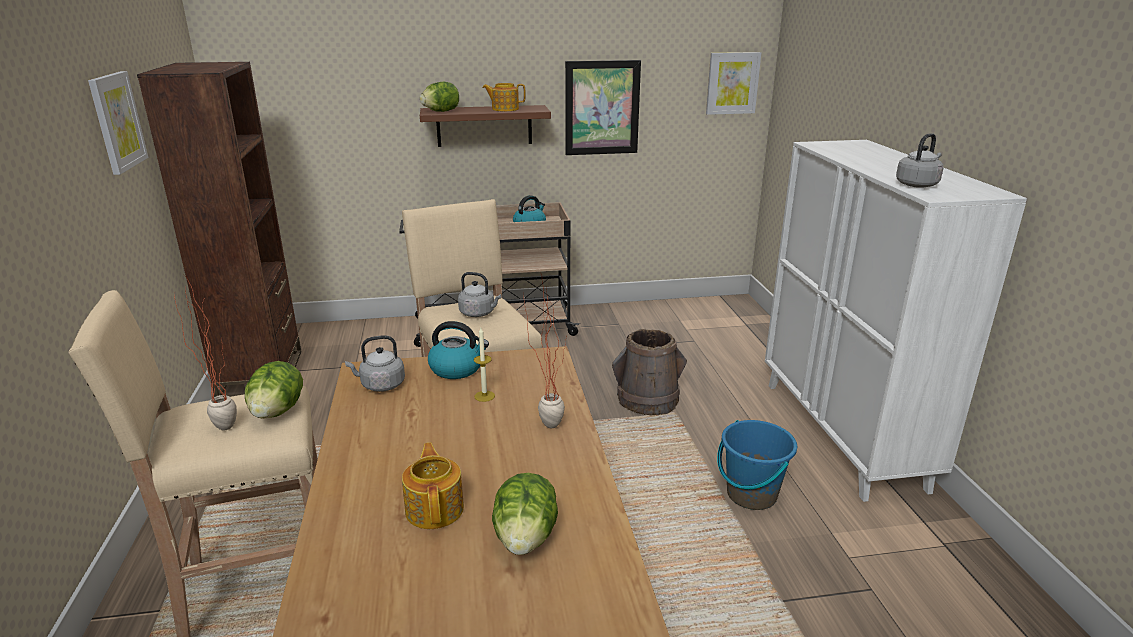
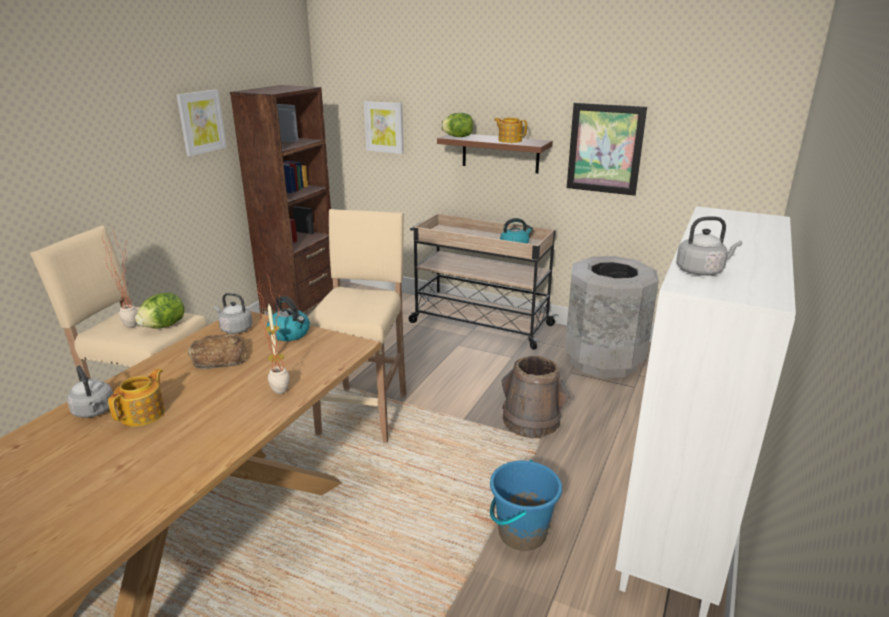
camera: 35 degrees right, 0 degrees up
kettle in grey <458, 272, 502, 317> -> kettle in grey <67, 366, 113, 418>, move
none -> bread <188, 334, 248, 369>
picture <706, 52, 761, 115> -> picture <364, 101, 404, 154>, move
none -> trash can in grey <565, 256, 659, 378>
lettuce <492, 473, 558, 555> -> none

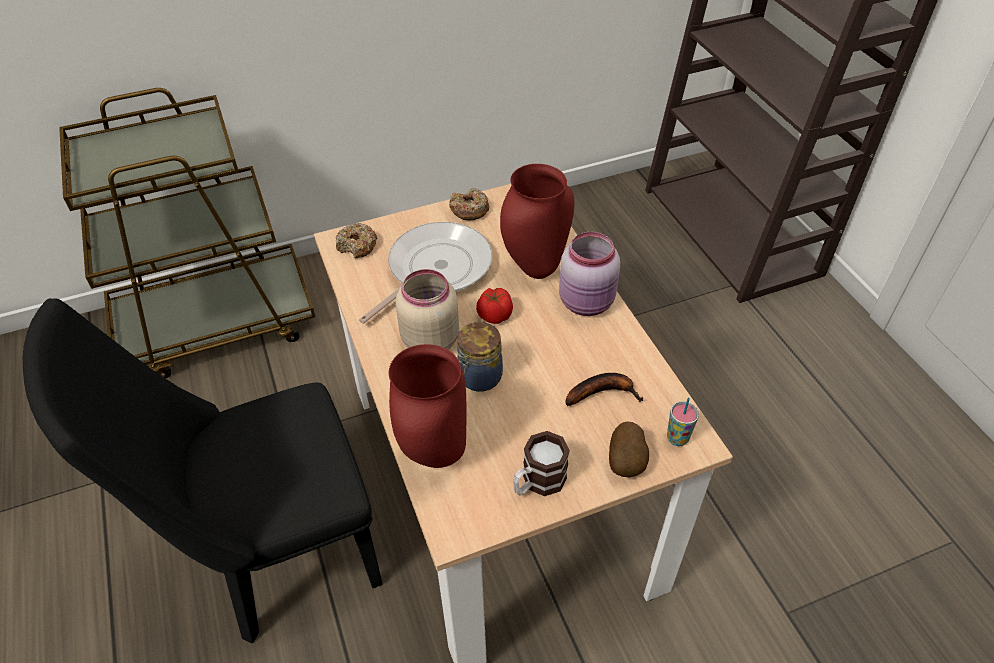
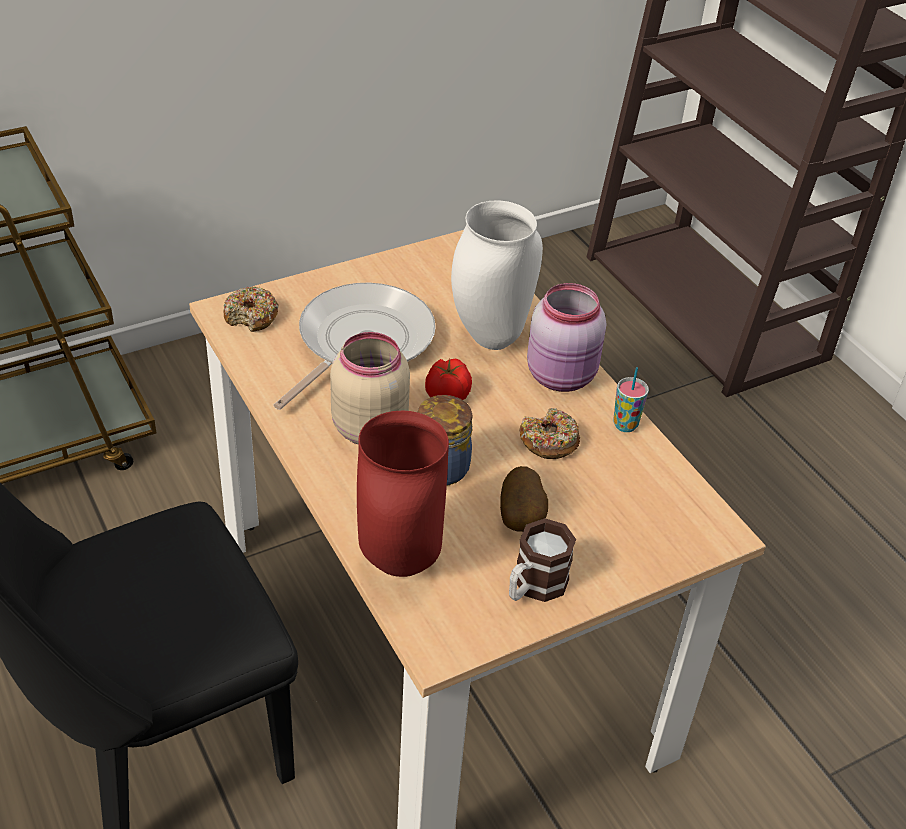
camera: 10 degrees left, 5 degrees down
vase in red <500, 164, 574, 279> -> vase in white <451, 200, 543, 350>
potato <609, 421, 649, 477> -> potato <500, 466, 548, 532>, move
donut <449, 188, 490, 220> -> donut <519, 408, 580, 459>, move
cup <667, 398, 699, 446> -> cup <613, 367, 649, 432>, move
banana <565, 373, 644, 406> -> none

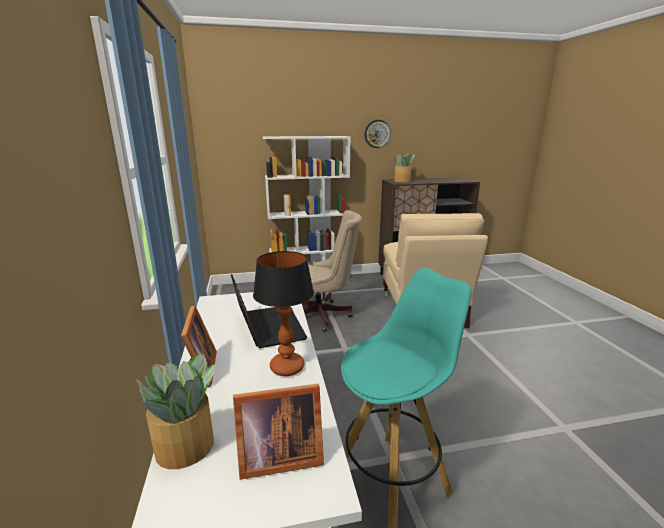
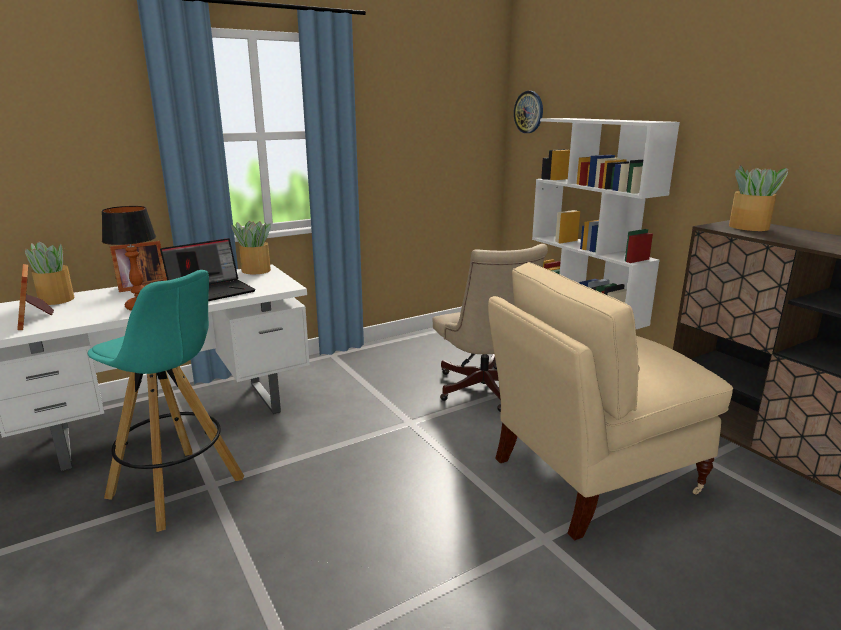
camera: 70 degrees right, 0 degrees up
none -> potted plant <231, 221, 271, 274>
wall clock <364, 120, 391, 148> -> wall clock <514, 91, 543, 133>, move

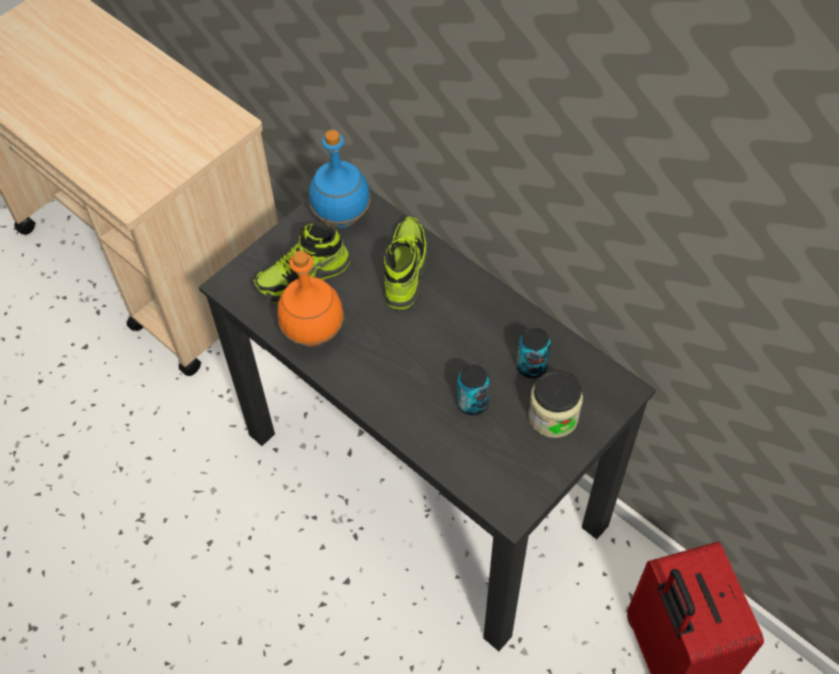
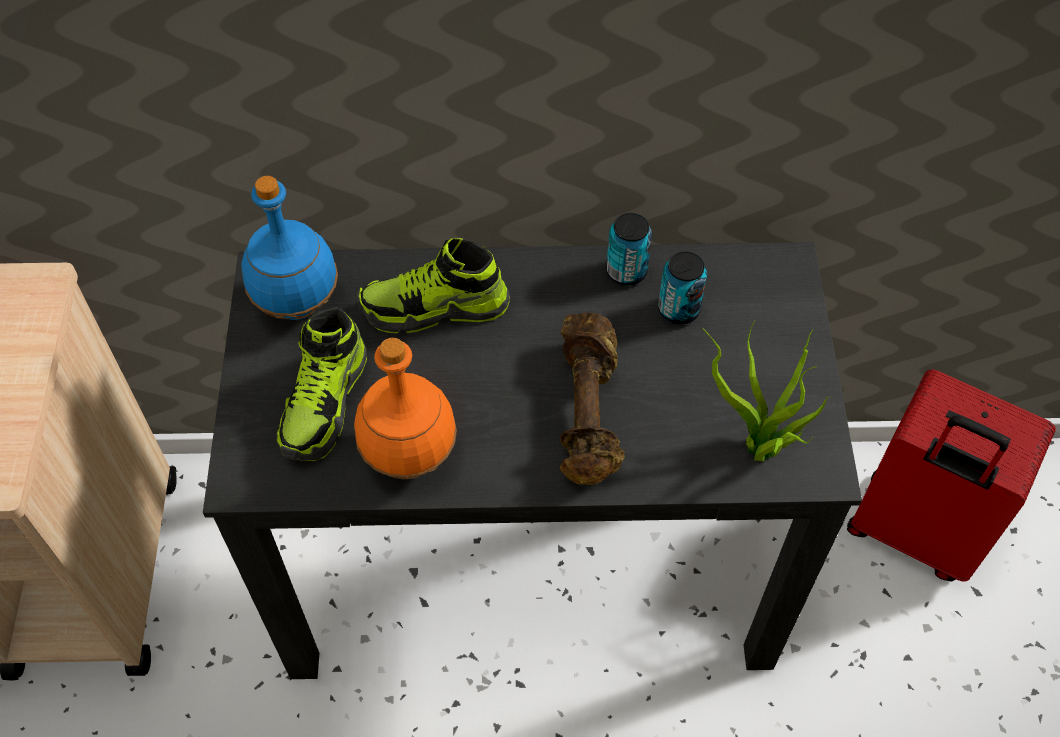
camera: 45 degrees left, 0 degrees up
shoe <384, 217, 428, 309> -> shoe <356, 238, 510, 333>, 60 degrees counterclockwise
none -> dumbbell in brown <560, 313, 625, 485>
can <457, 365, 490, 416> -> can <606, 213, 652, 286>, move
none -> potted plant <702, 321, 832, 462>
jar <528, 370, 583, 438> -> none

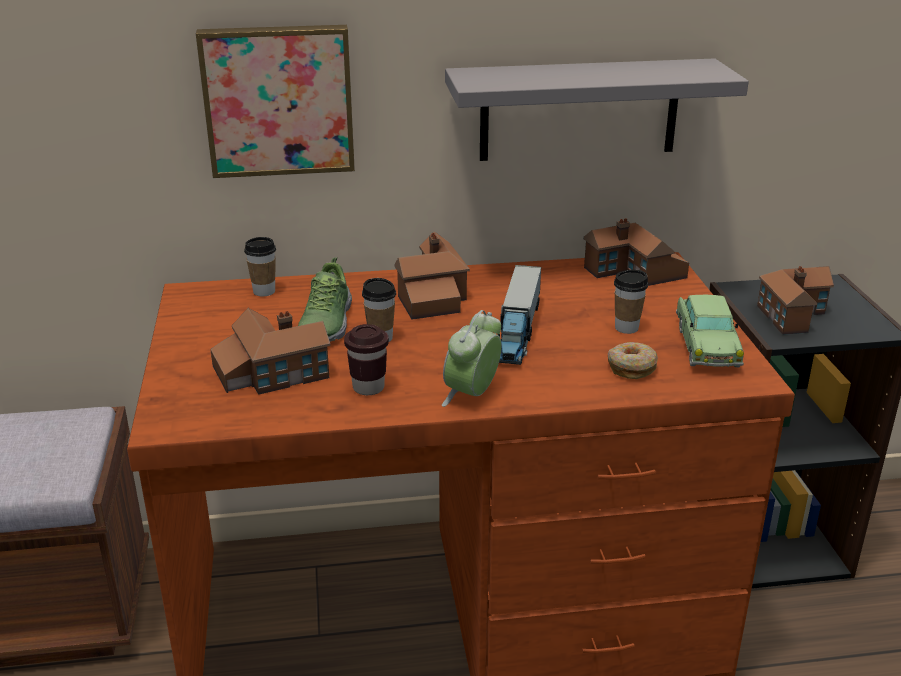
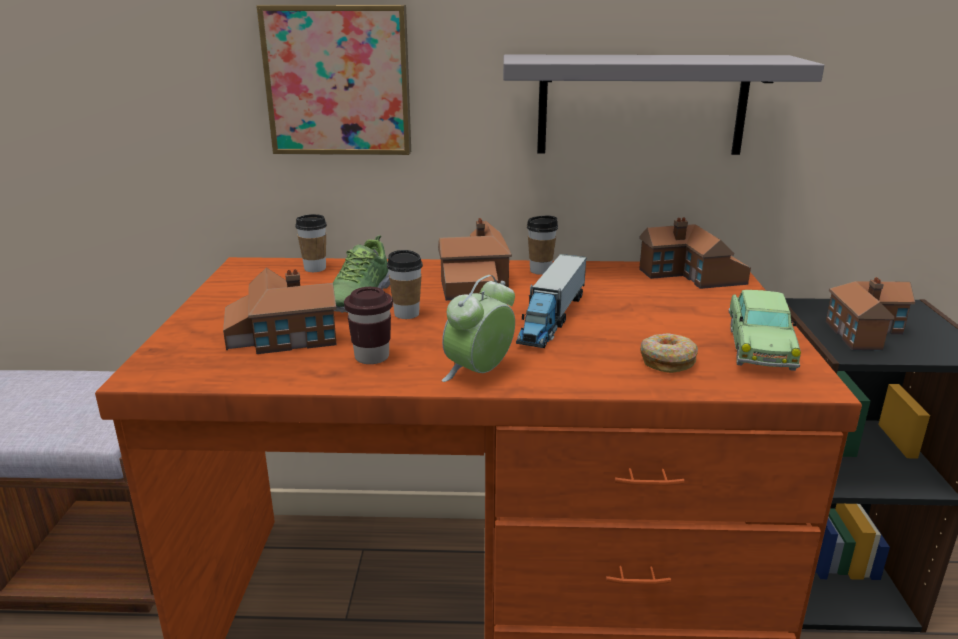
camera: 10 degrees right, 5 degrees down
cup <614, 270, 648, 334> -> cup <527, 216, 558, 275>, move

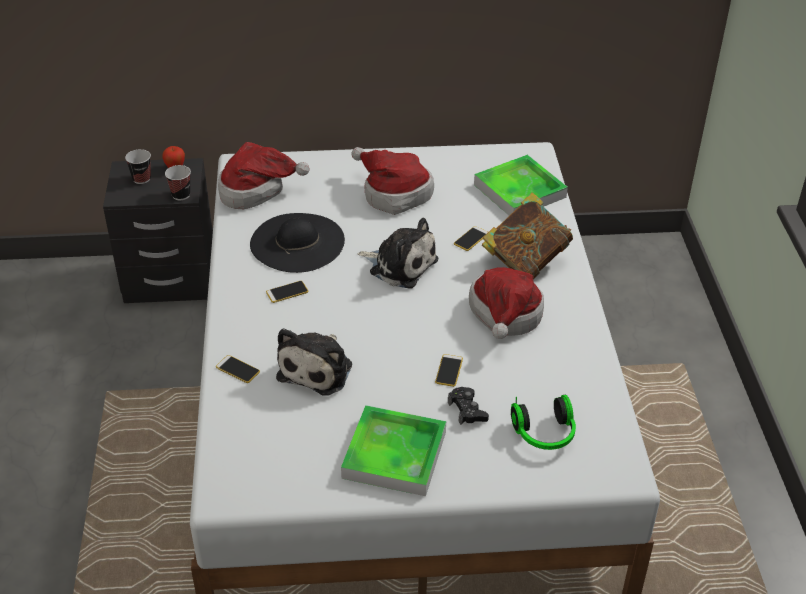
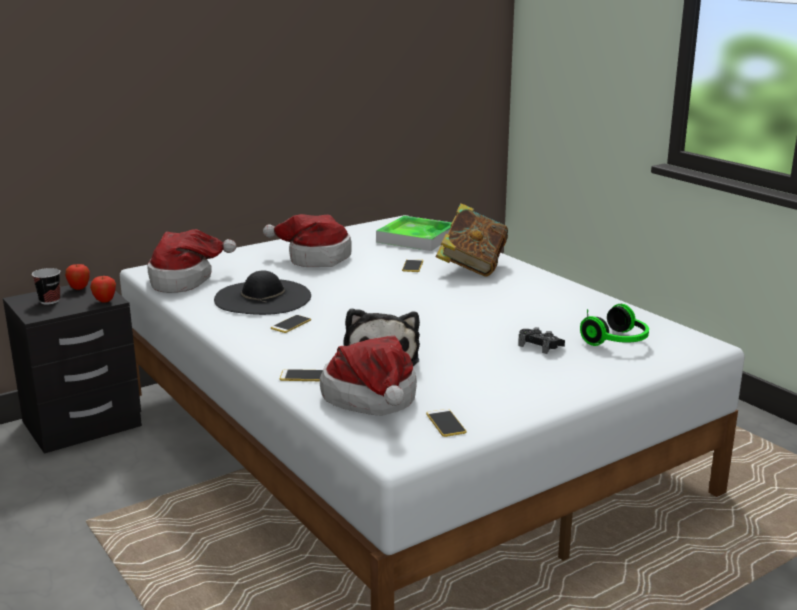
camera: 30 degrees left, 20 degrees down
cup <165, 165, 191, 200> -> apple <90, 276, 116, 303>
hat <469, 267, 544, 339> -> hat <320, 336, 417, 416>, move
phone <435, 354, 463, 387> -> phone <426, 409, 466, 437>, move
tray <341, 405, 446, 496> -> none
plush toy <357, 218, 438, 289> -> none

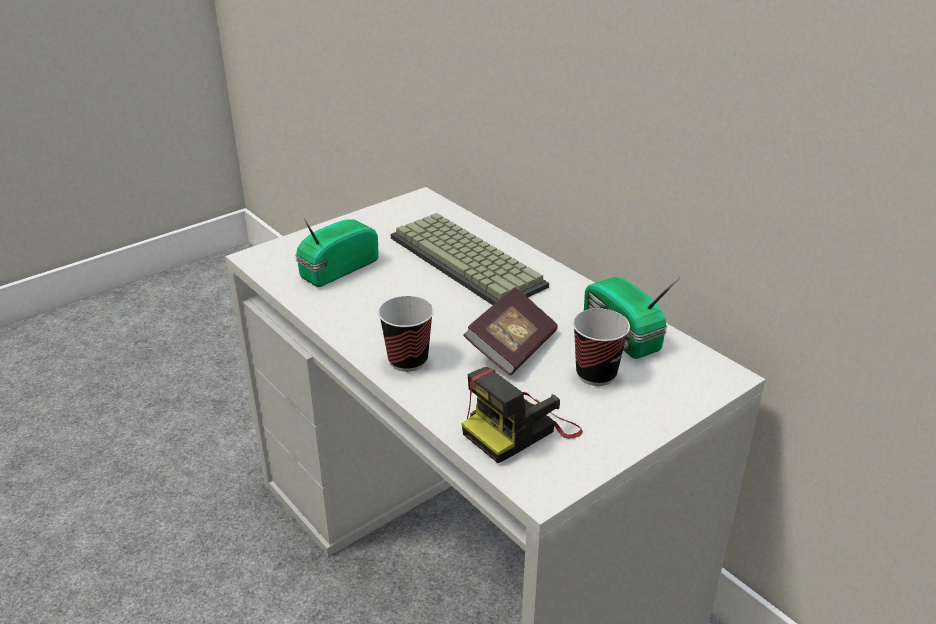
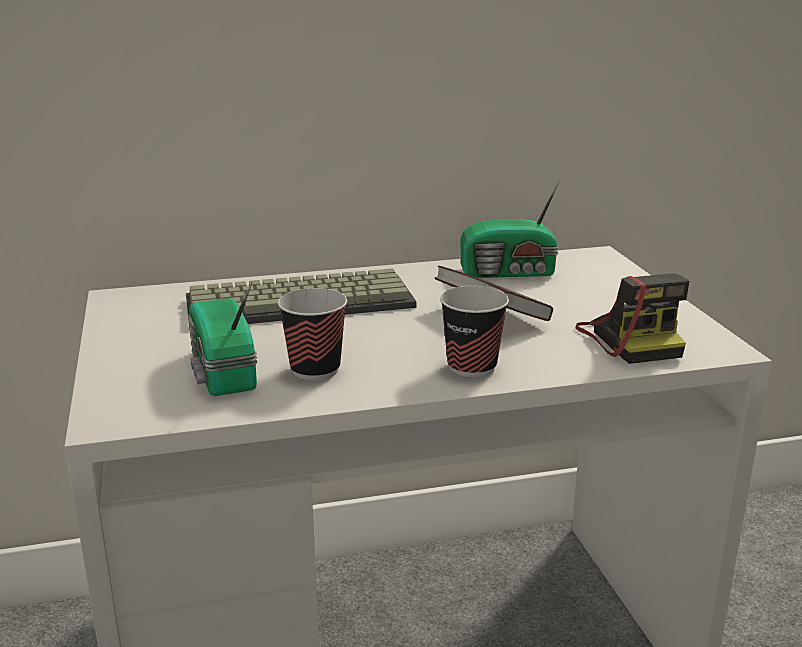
camera: 65 degrees left, 10 degrees down
cup <573, 308, 630, 386> -> cup <278, 288, 347, 381>, move

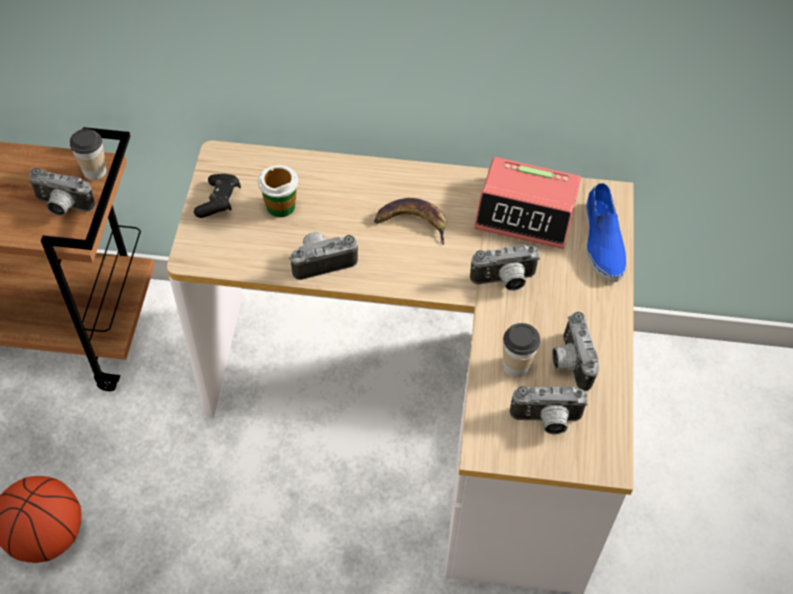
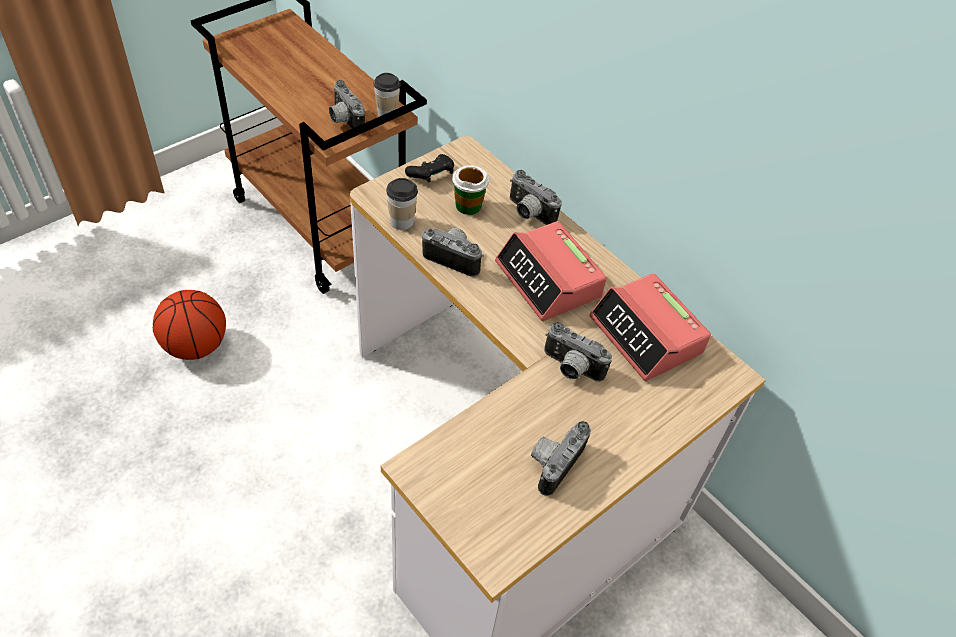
camera: 40 degrees right, 5 degrees down
cup <503, 323, 540, 377> -> cup <386, 178, 418, 230>, move
banana <374, 198, 446, 245> -> alarm clock <495, 221, 607, 321>
photo camera <509, 386, 588, 435> -> photo camera <510, 170, 562, 225>, move
shoe in blue <585, 183, 626, 282> -> none

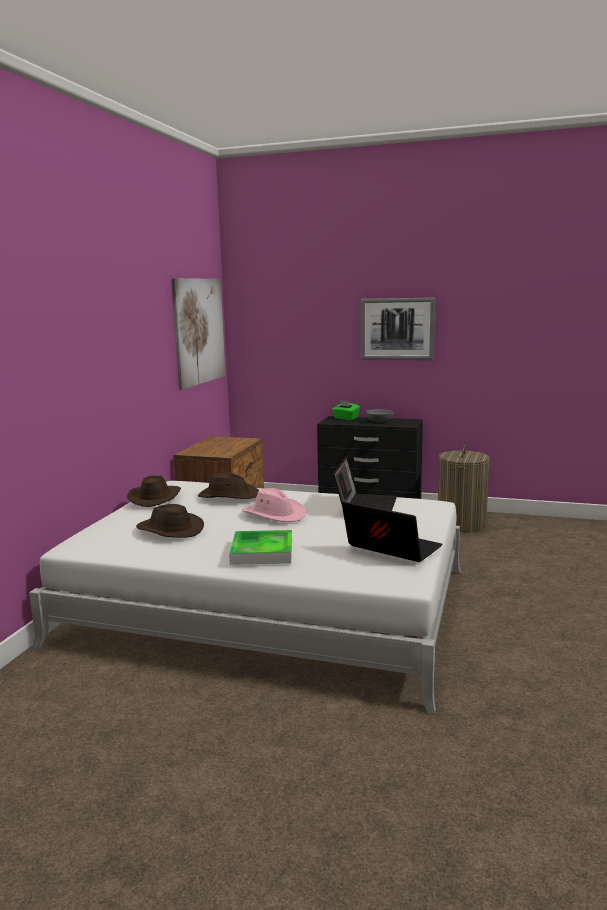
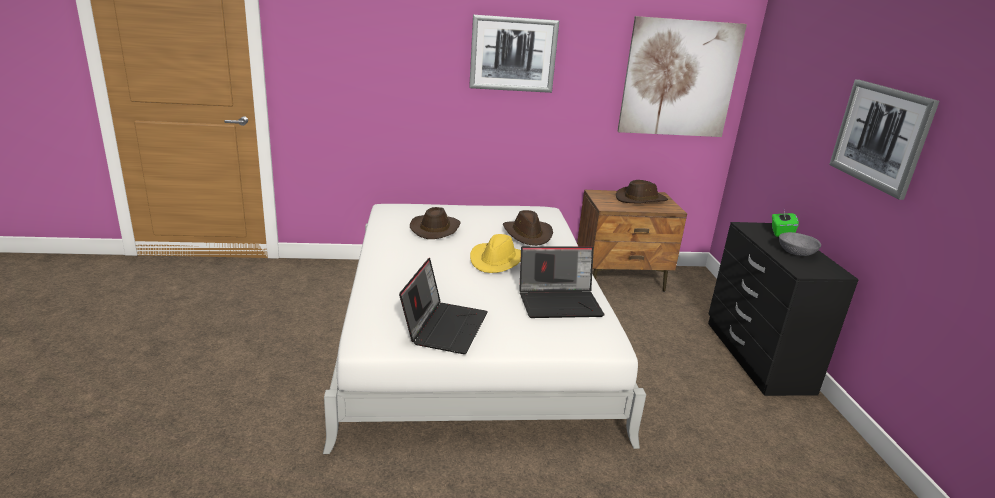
camera: 65 degrees right, 10 degrees up
none -> picture <469, 15, 559, 93>
hat in pink <242, 488, 306, 522> -> hat in yellow <470, 234, 521, 273>
hat in brown <127, 475, 181, 507> -> hat in brown <616, 180, 668, 203>, move
tray <229, 530, 292, 565> -> none
laundry basket <438, 445, 490, 533> -> none

